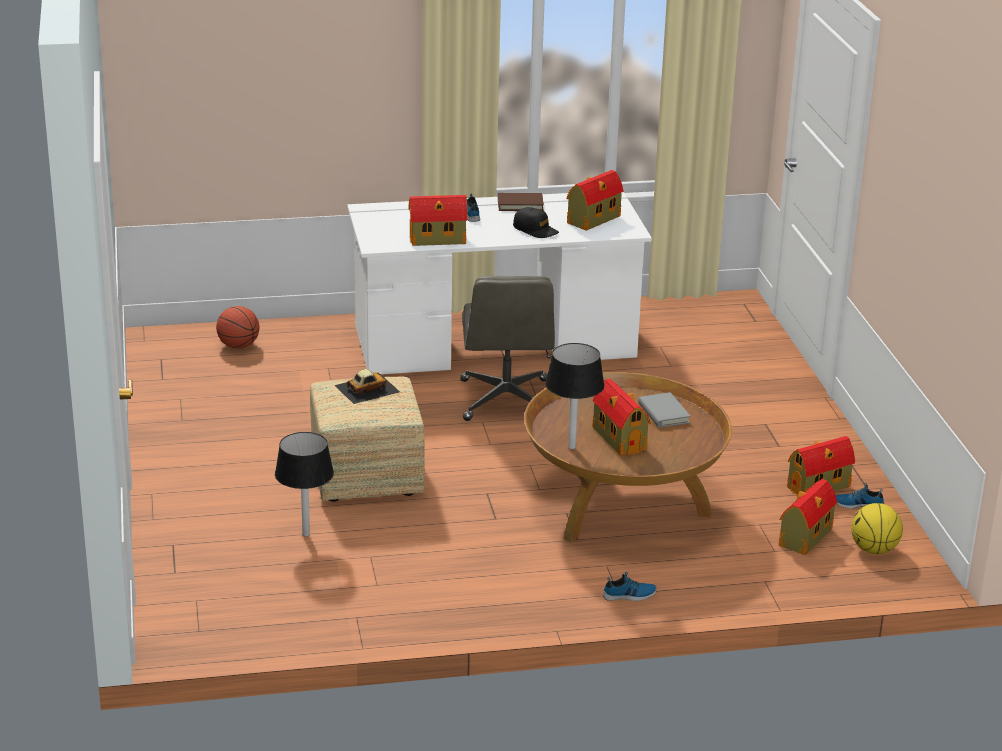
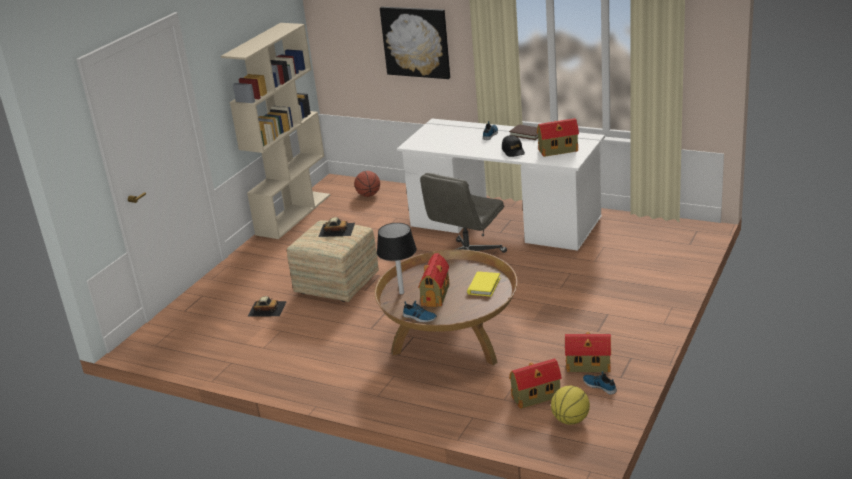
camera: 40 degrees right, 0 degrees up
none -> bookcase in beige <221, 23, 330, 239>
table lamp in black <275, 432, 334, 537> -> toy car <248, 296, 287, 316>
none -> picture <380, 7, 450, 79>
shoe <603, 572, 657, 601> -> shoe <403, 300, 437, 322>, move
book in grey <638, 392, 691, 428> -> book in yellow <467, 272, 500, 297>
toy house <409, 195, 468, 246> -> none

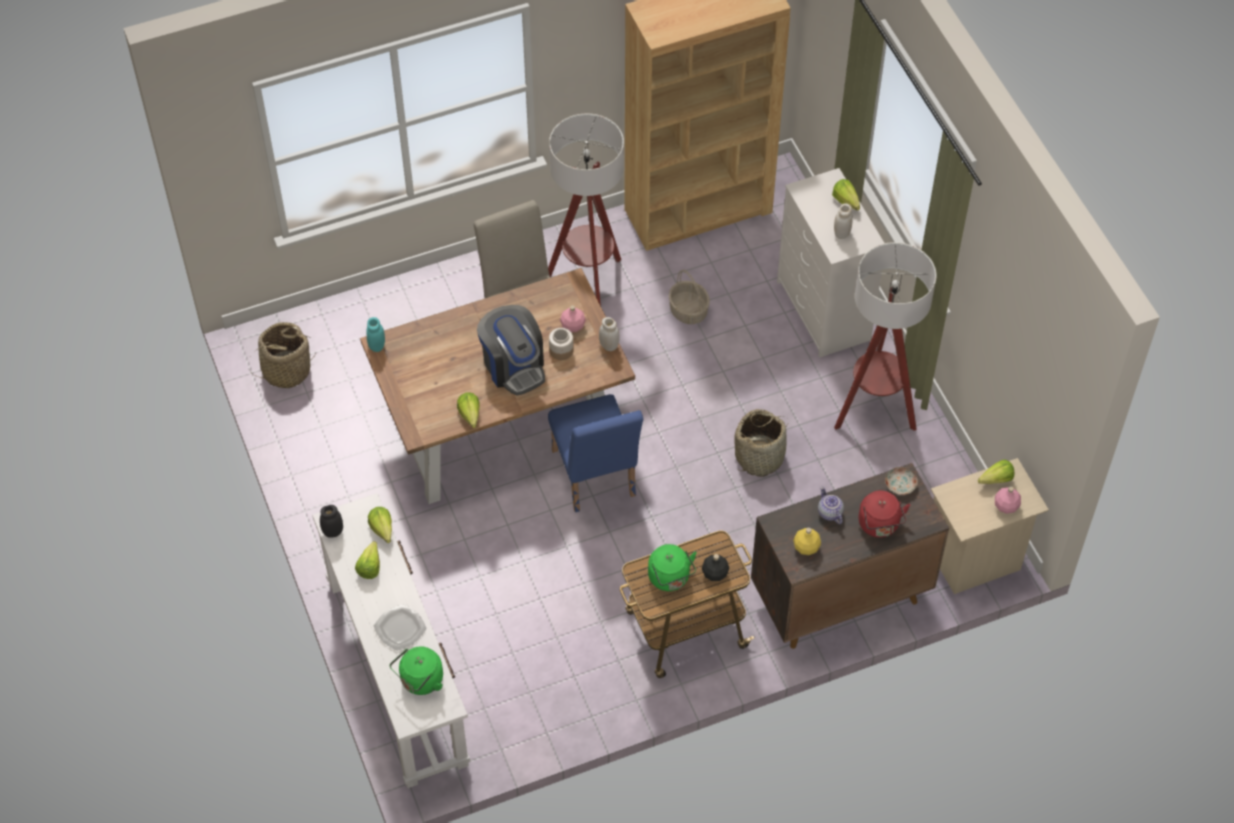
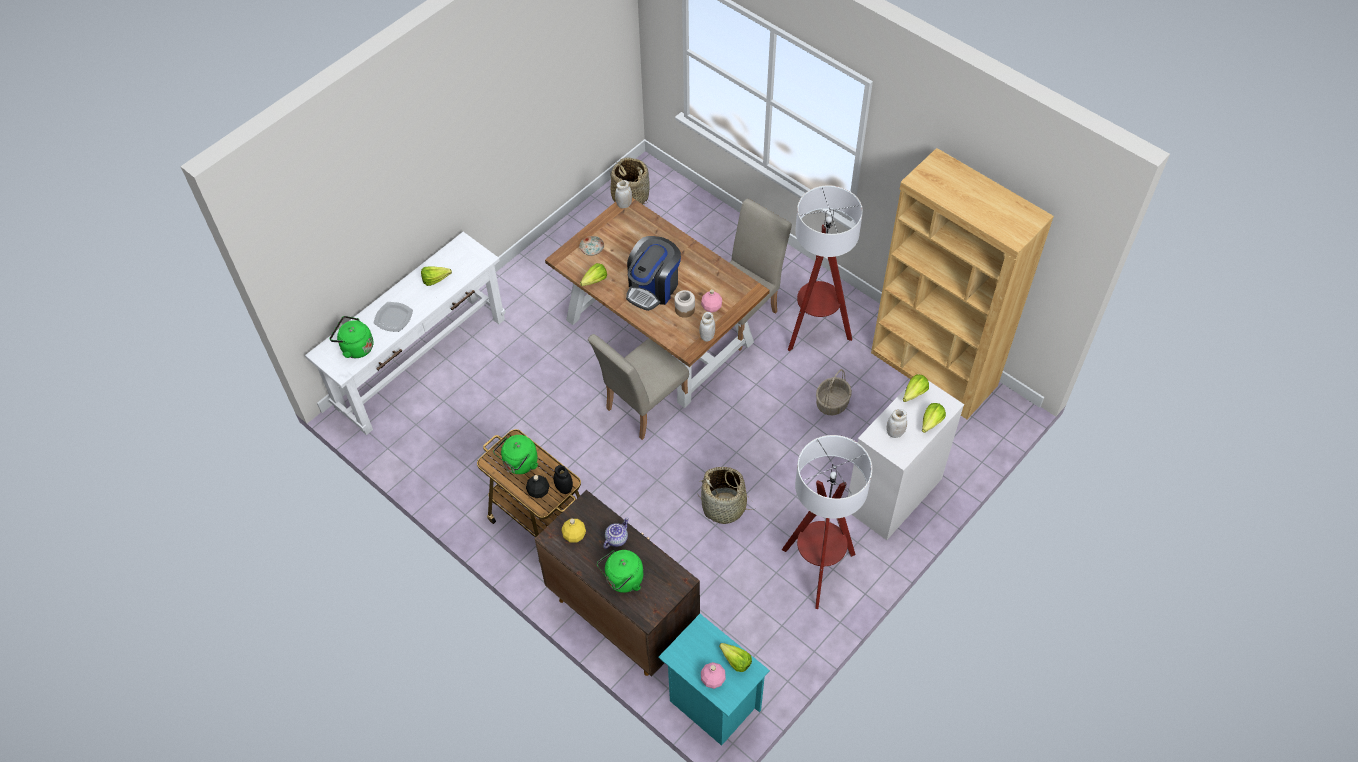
camera: 65 degrees right, 0 degrees up
jar in black <320, 505, 343, 538> -> jar in black <554, 465, 573, 494>, move
plate <885, 467, 918, 495> -> plate <579, 236, 604, 256>, move
chair in blue <548, 394, 643, 512> -> chair in beige <588, 334, 689, 440>
kettle in red <858, 490, 910, 538> -> kettle in green <597, 550, 643, 593>
jar in turquoise <366, 317, 385, 352> -> jar in white <615, 180, 632, 209>
nightstand in beige <931, 458, 1049, 594> -> nightstand in turquoise <658, 614, 770, 746>
lettuce <368, 507, 392, 543> -> lettuce <903, 374, 929, 402>, move

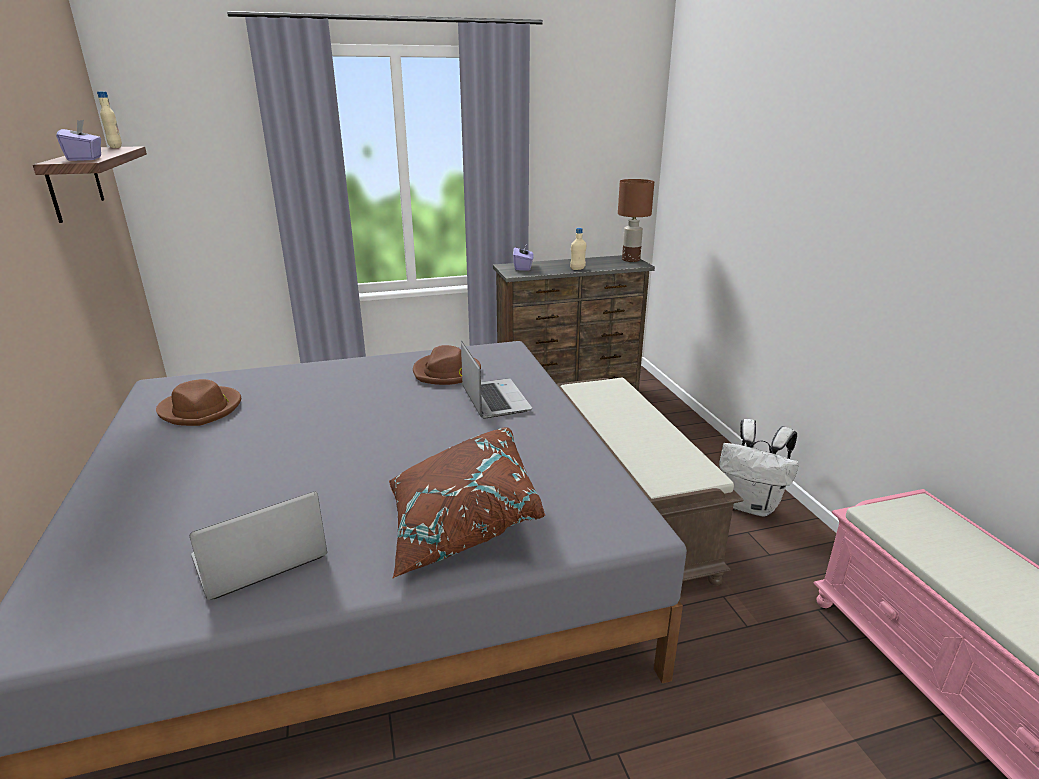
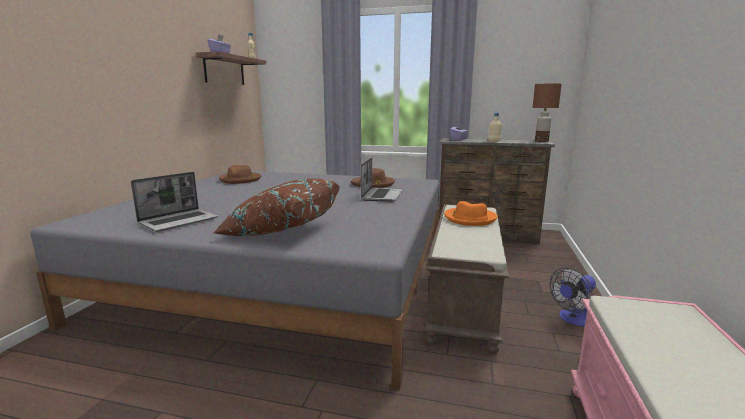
camera: 30 degrees right, 10 degrees down
laptop <190, 491, 327, 600> -> laptop <131, 172, 219, 232>, 135 degrees clockwise
none -> hat in orange <444, 201, 498, 226>
backpack in white <719, 419, 799, 516> -> fan <549, 267, 596, 326>

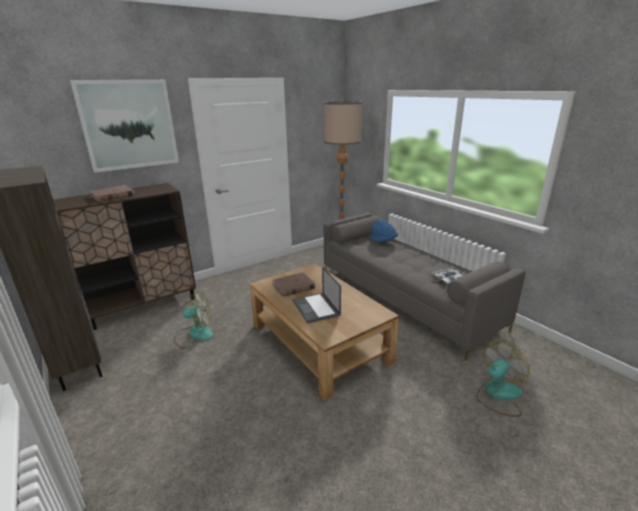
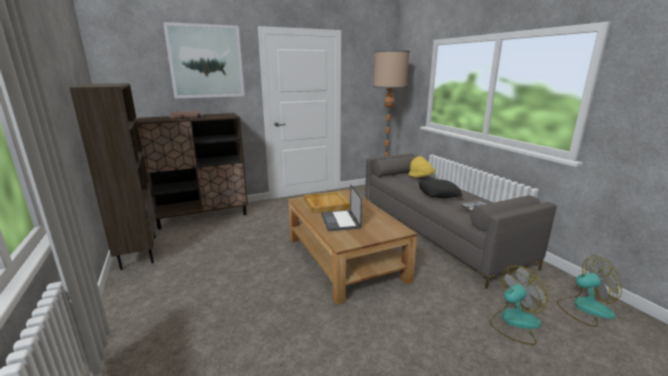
camera: 10 degrees right, 5 degrees down
book in brown <272, 272, 315, 297> -> tray in beige <304, 191, 350, 213>
hat in blue <370, 219, 398, 242> -> hat in yellow <408, 156, 435, 177>
none -> pillow in black <419, 179, 462, 198>
fan <174, 291, 213, 349> -> fan <557, 255, 622, 327>, move

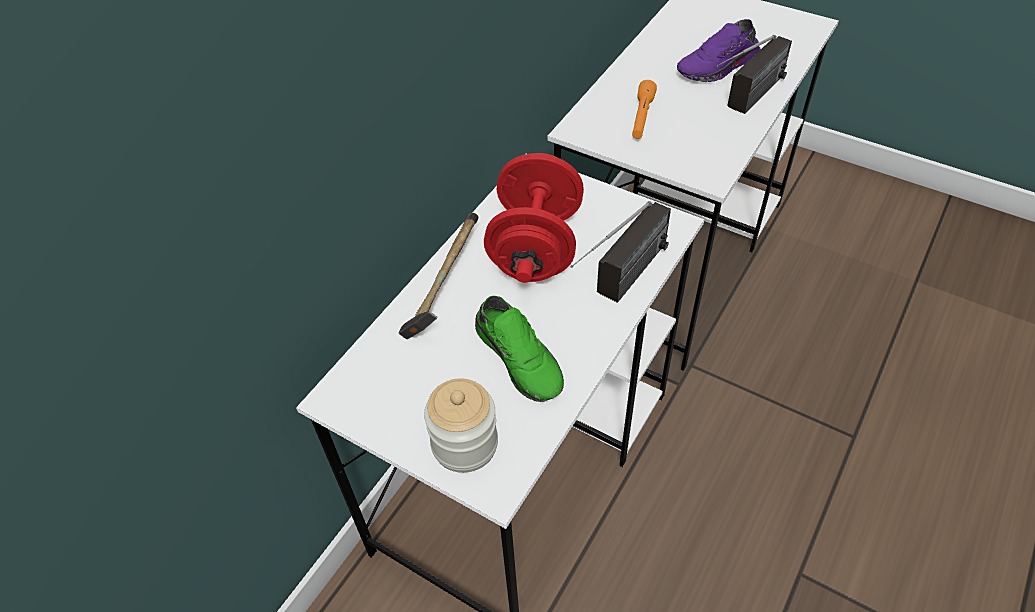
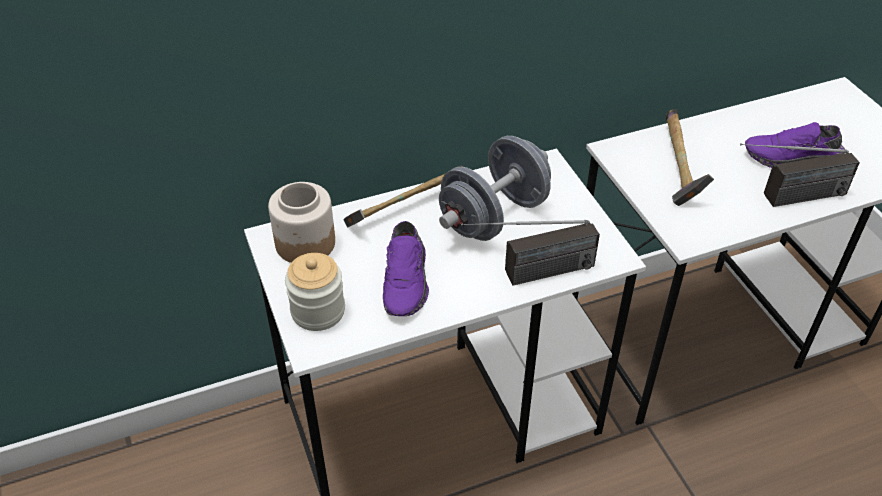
camera: 35 degrees right, 5 degrees down
none -> jar <268, 182, 335, 263>
shoe in green <475, 296, 564, 402> -> shoe in purple <383, 221, 429, 316>
dumbbell in red <484, 153, 584, 283> -> dumbbell in grey <439, 136, 551, 241>
flashlight in orange <632, 80, 657, 139> -> hammer <666, 109, 714, 206>

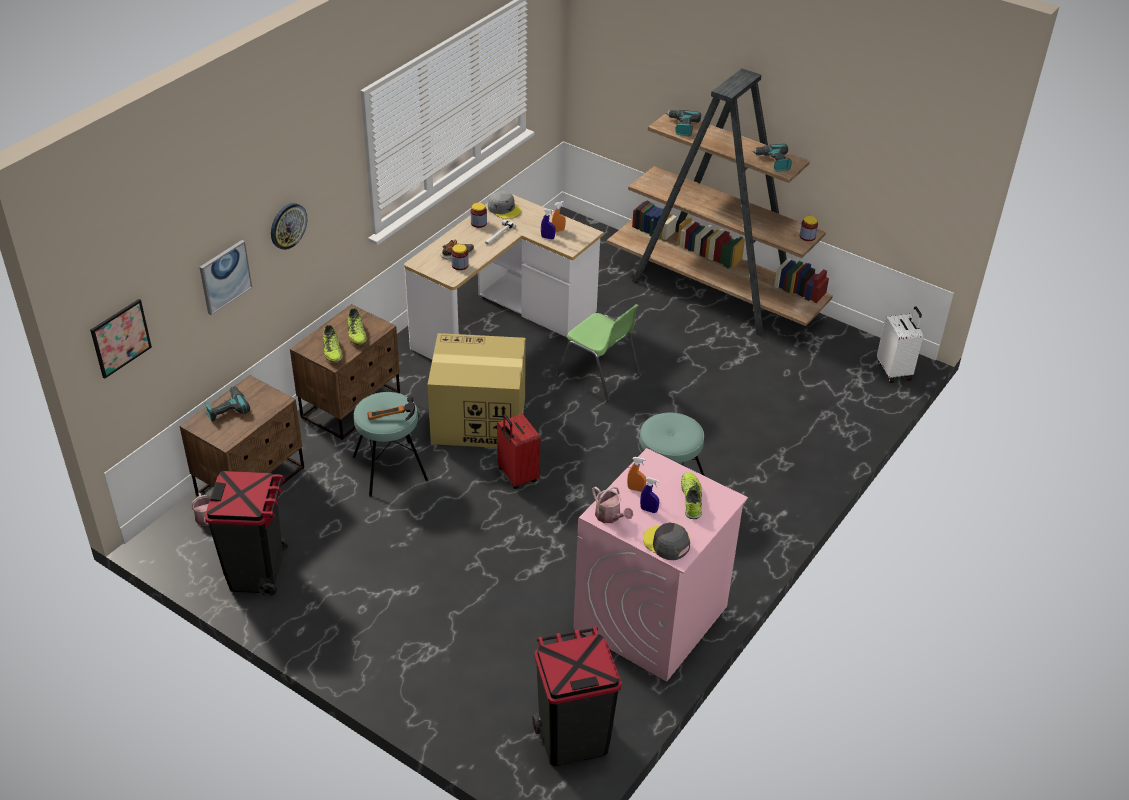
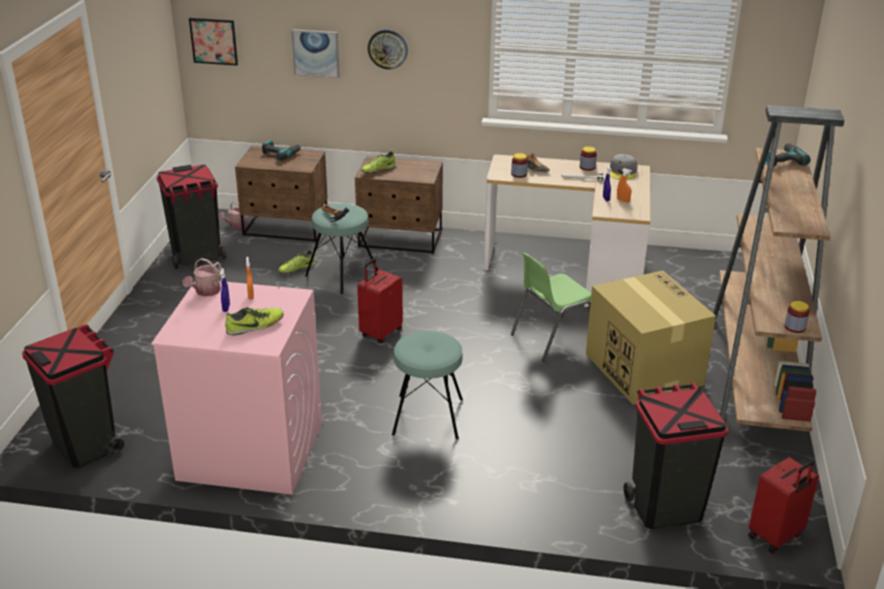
camera: 65 degrees right, 10 degrees down
shoe <348, 308, 367, 345> -> shoe <278, 250, 315, 274>, move
chair in green <557, 304, 640, 401> -> chair in green <511, 253, 592, 362>, 45 degrees clockwise
cardboard box <427, 333, 526, 448> -> cardboard box <586, 271, 716, 404>, move
none -> trash can in black <624, 382, 728, 529>
suitcase in white <877, 306, 923, 383> -> suitcase in red <748, 457, 819, 554>
cap in grey <643, 523, 690, 560> -> none
power drill <752, 144, 792, 172> -> none

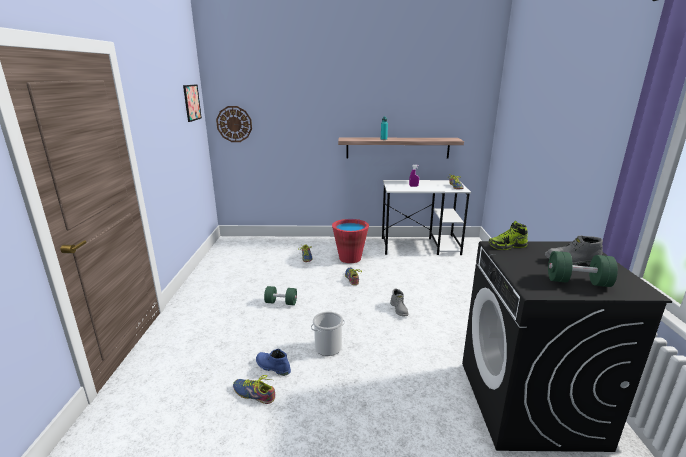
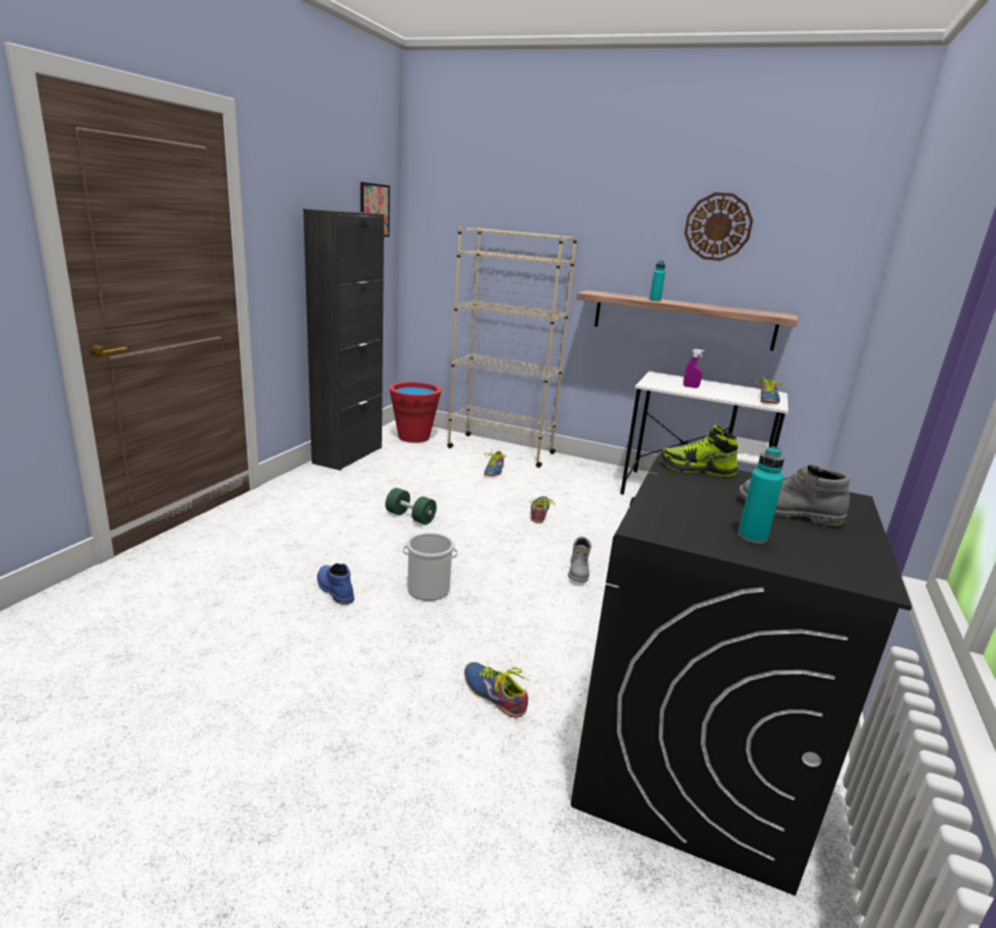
camera: 20 degrees right, 0 degrees up
none -> cabinet in black <303, 209, 384, 471>
bucket in red <332, 219, 369, 263> -> bucket in red <389, 382, 442, 443>, move
none -> bookcase in beige <447, 227, 577, 468>
shoe <233, 375, 275, 404> -> shoe <464, 662, 530, 718>, move
wall clock <216, 106, 252, 142> -> wall clock <684, 192, 753, 261>, move
dumbbell in green <548, 251, 618, 287> -> bottle in turquoise <738, 446, 784, 544>

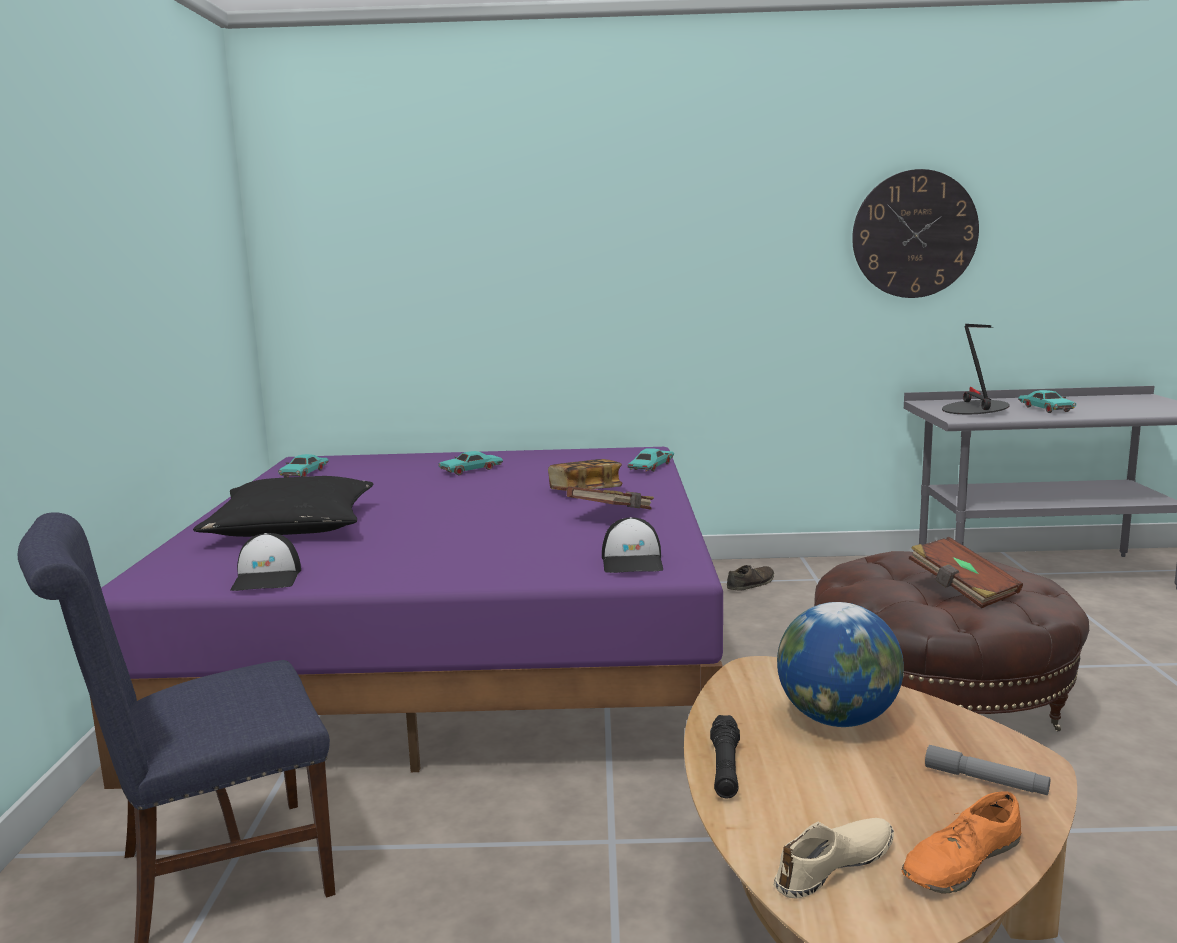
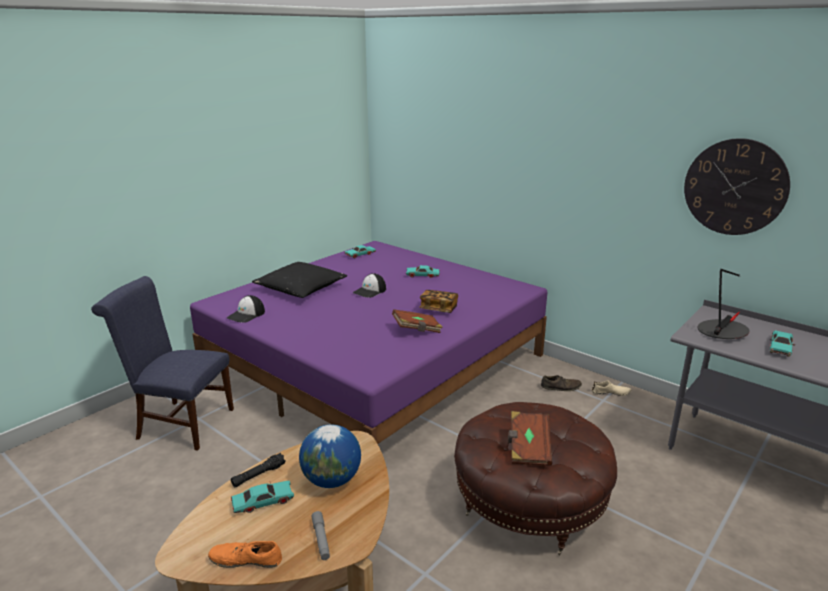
camera: 40 degrees right, 10 degrees up
toy car in turquoise <627, 448, 674, 472> -> toy car in turquoise <231, 481, 294, 513>, move
cap <602, 517, 663, 573> -> cap <353, 273, 386, 298>, move
shoe in beige <774, 818, 894, 899> -> shoe in beige <591, 380, 632, 396>, move

